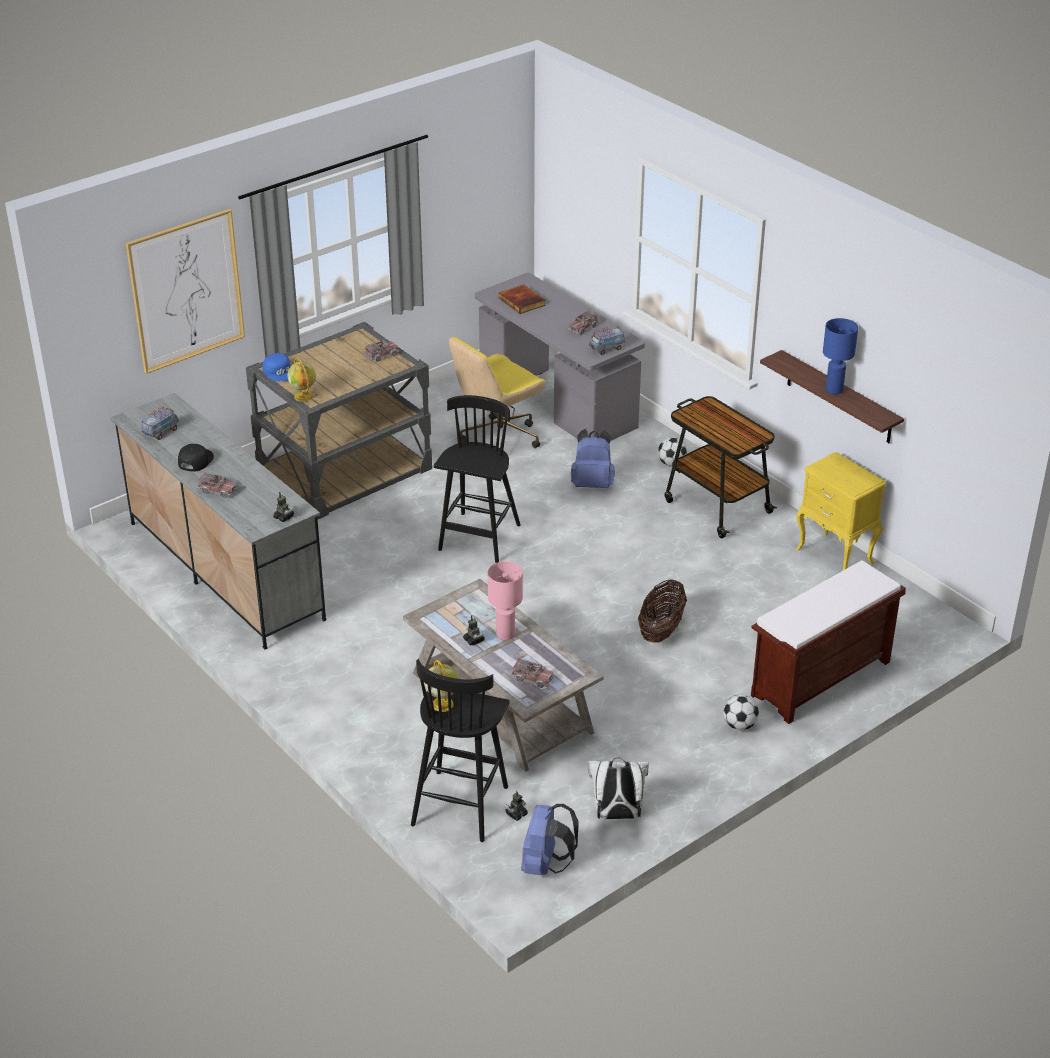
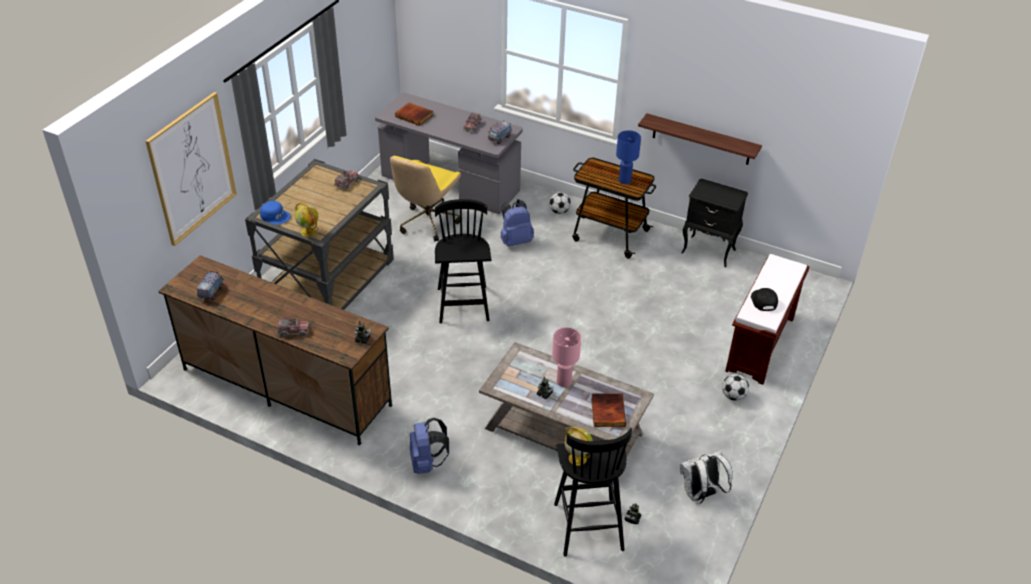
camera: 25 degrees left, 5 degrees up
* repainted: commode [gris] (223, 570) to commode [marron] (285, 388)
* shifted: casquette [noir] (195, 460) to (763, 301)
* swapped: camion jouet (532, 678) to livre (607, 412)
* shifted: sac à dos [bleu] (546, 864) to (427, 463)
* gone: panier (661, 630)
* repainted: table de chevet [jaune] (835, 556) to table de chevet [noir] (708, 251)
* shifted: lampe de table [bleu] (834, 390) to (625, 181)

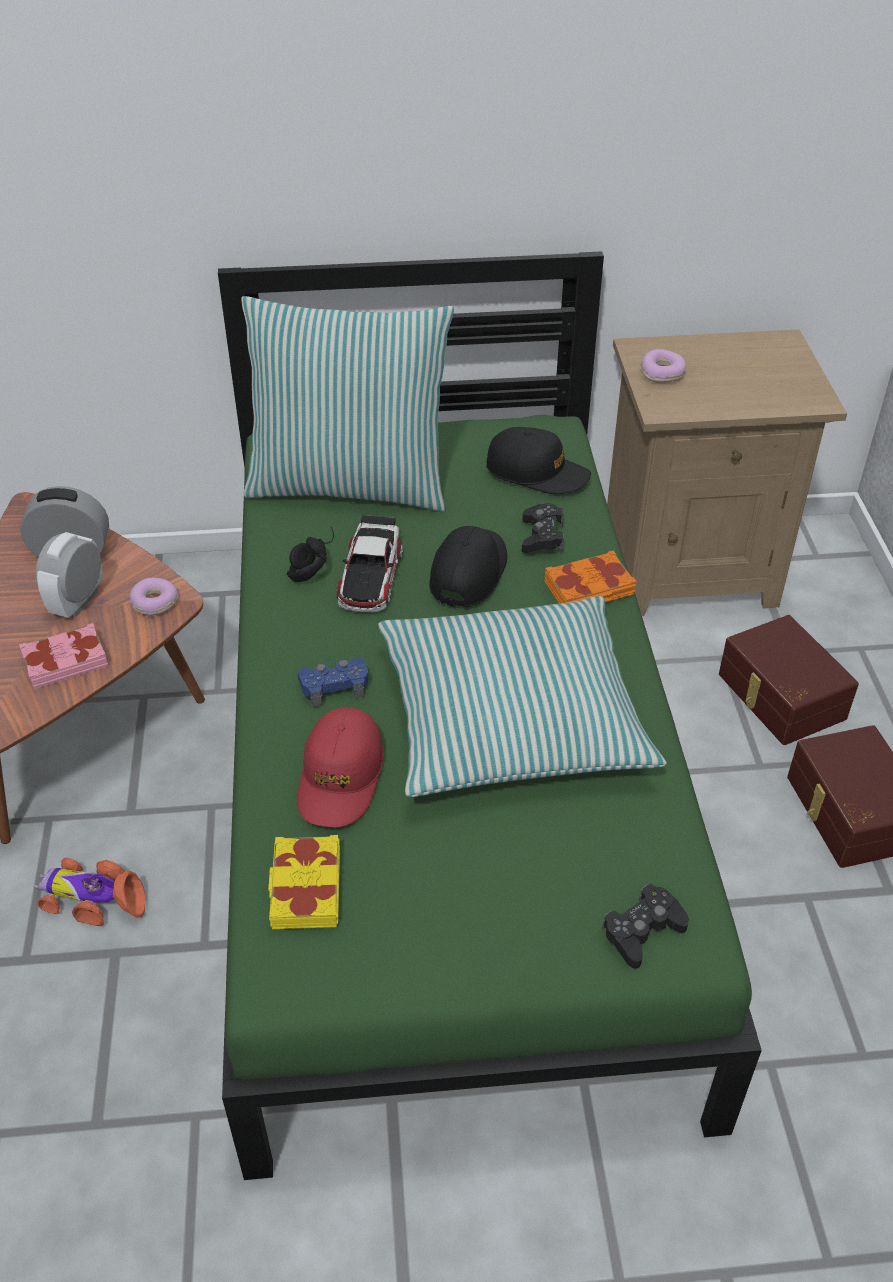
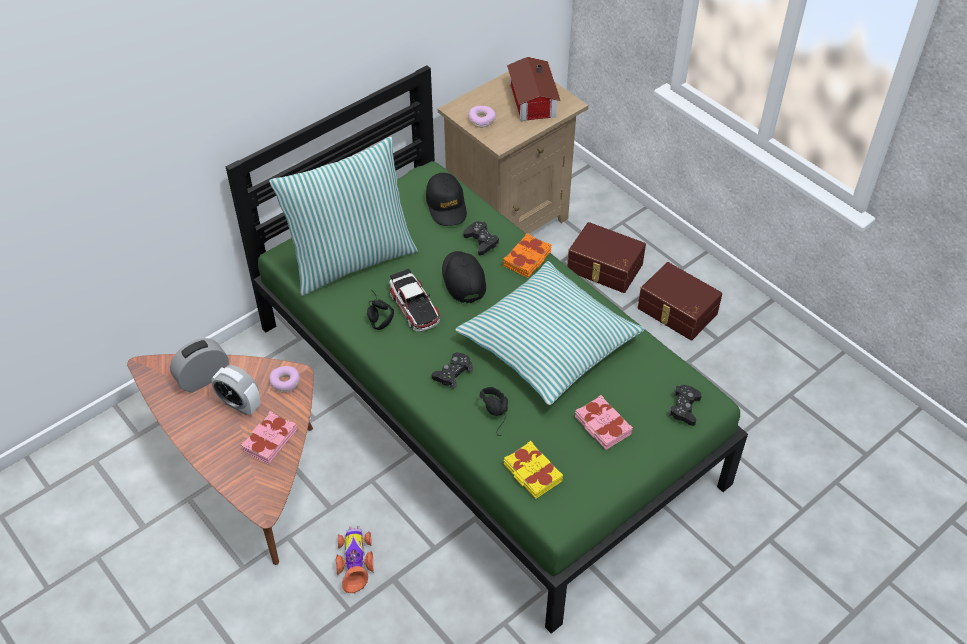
camera: 35 degrees left, 5 degrees up
* rotated: petite voiture (93, 898) = (355, 561) 105 degrees clockwise
* rotated: réveil (78, 602) = (240, 404) 45 degrees counterclockwise
* swapped: casquette [rouge] (341, 777) to casque audio [noir] (499, 415)
* repainted: manette [bleu] (334, 686) to manette [noir] (452, 373)
* rotated: casquette [noir] (537, 472) = (446, 205) 90 degrees clockwise
* new: maison miniature (531, 101)
* new: livre [rose] (602, 426)

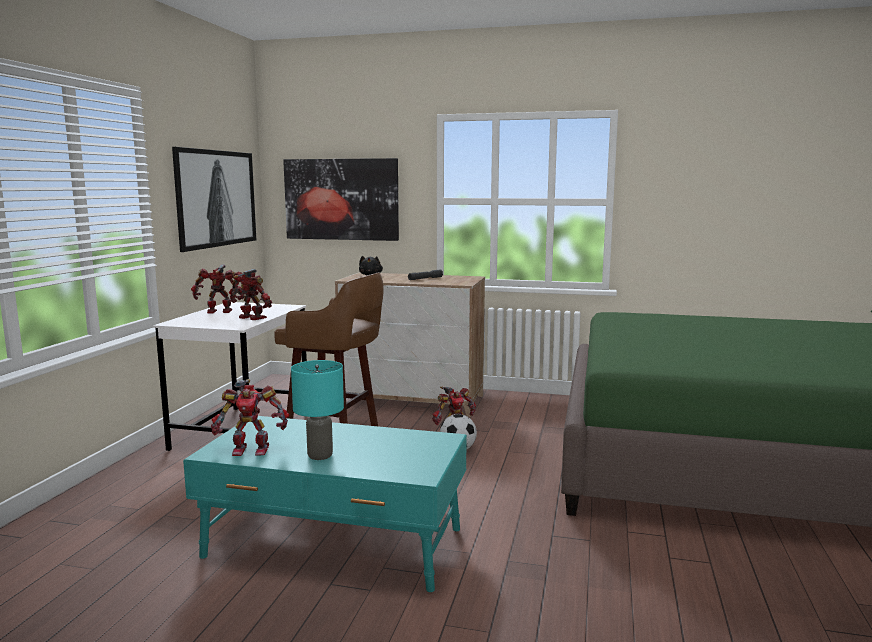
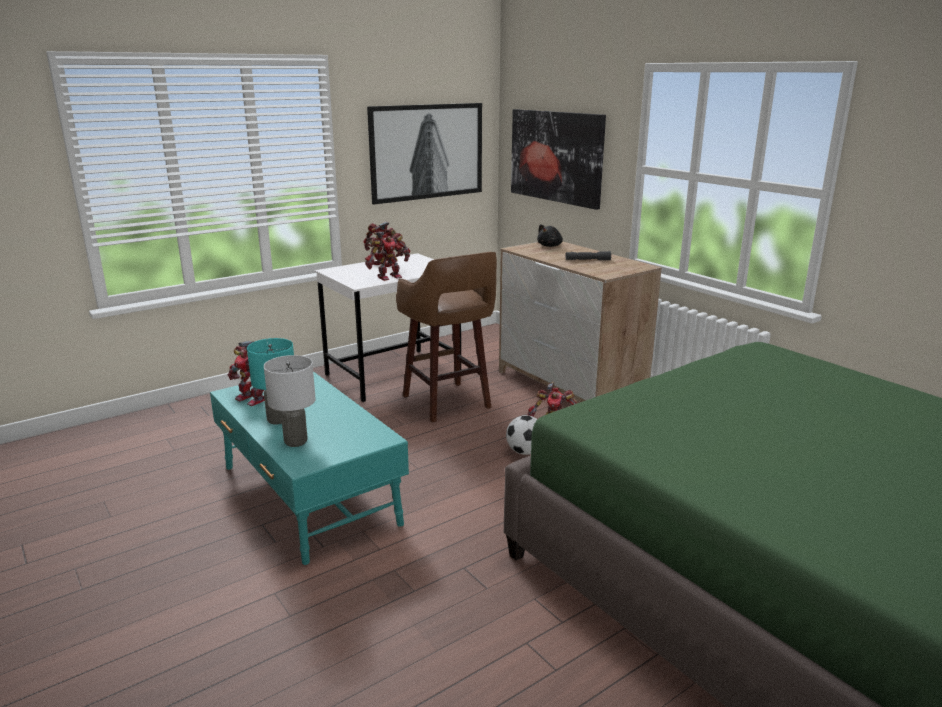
camera: 40 degrees right, 10 degrees up
* rotated: robot jouet (251, 318) = (388, 277) 75 degrees clockwise
* new: lampe de table [blanc] (296, 443)

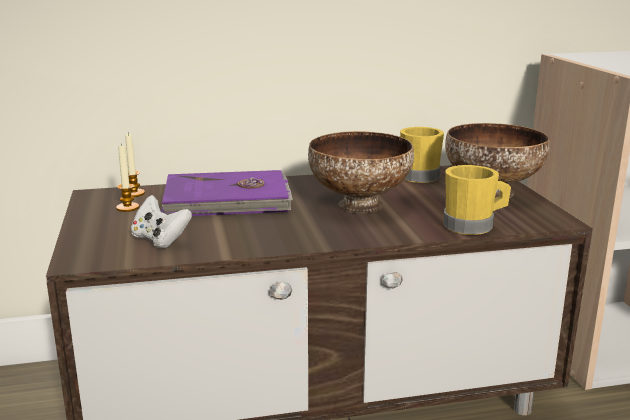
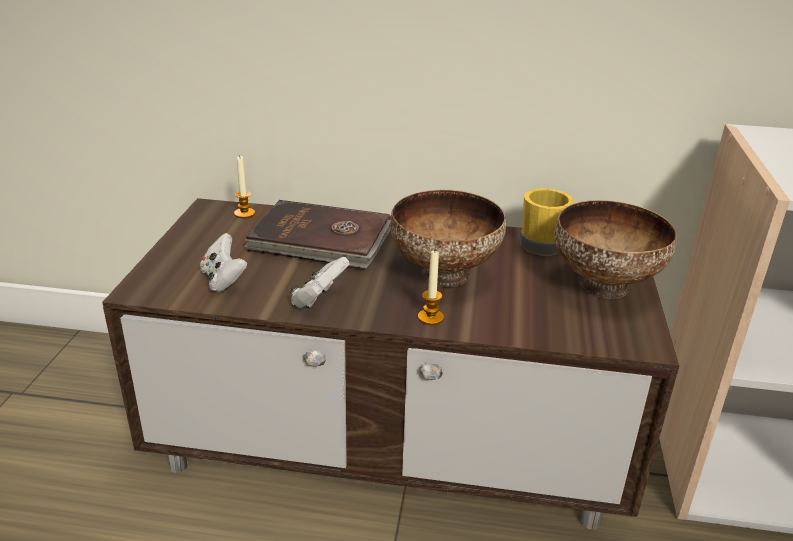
camera: 20 degrees right, 10 degrees up
* shifted: bougie (127, 208) to (430, 317)
* repainted: livre [violet] (227, 200) to livre [marron] (321, 240)
* gone: mug [jaune] (473, 226)
* new: manette [blanc] (319, 300)

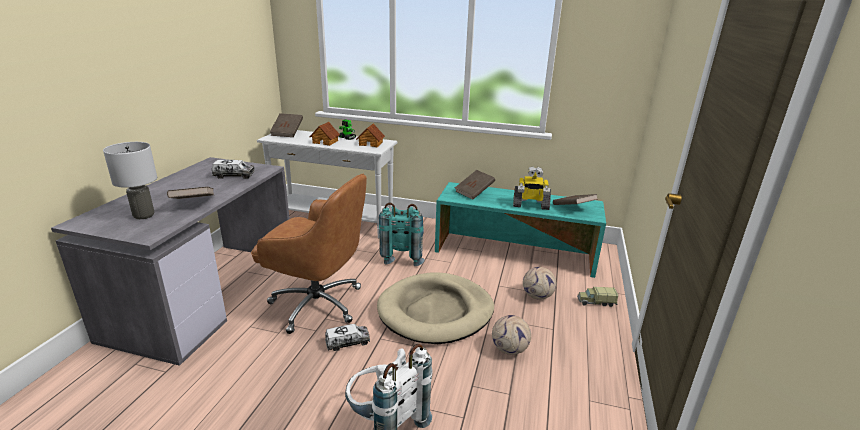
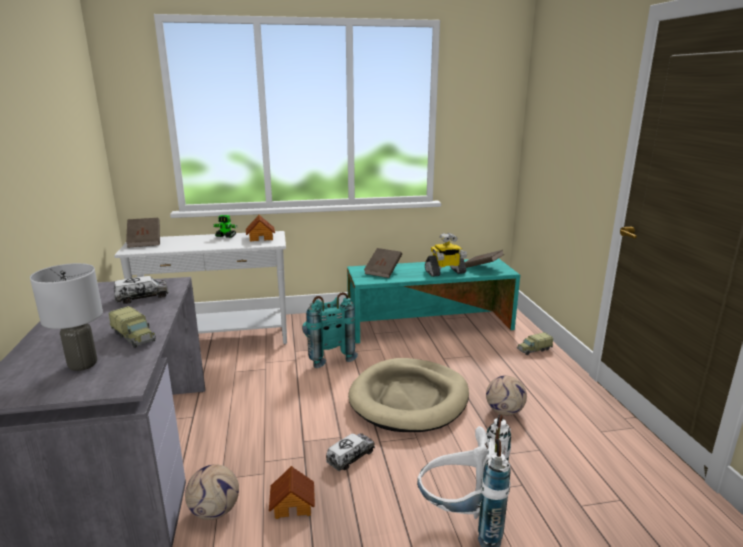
camera: 25 degrees left, 5 degrees down
* swapped: livre [marron] (194, 204) to camion jouet (134, 337)
* gone: chaise de bureau [marron] (316, 304)
* shifted: maison miniature (325, 142) to (293, 504)
* shifted: ballon de foot (538, 296) to (215, 511)

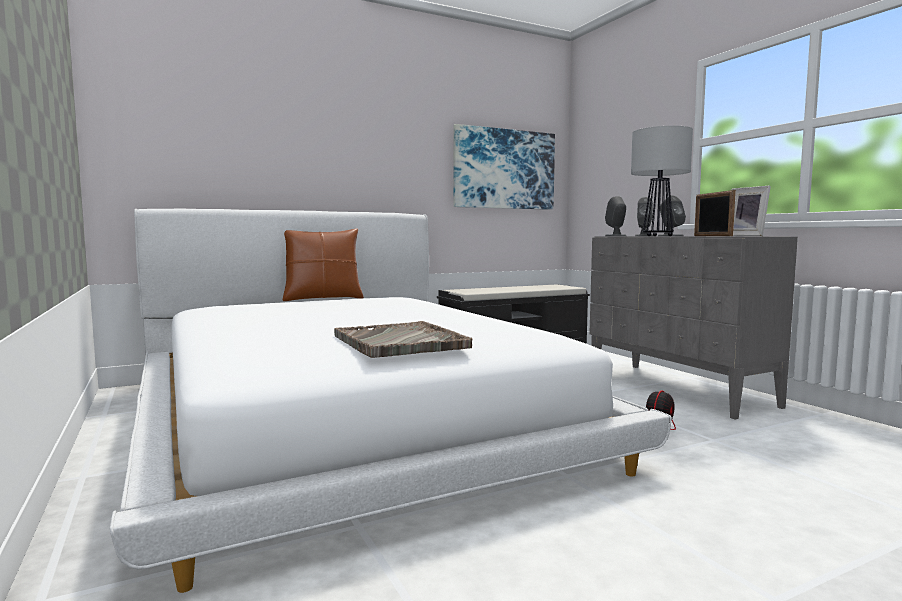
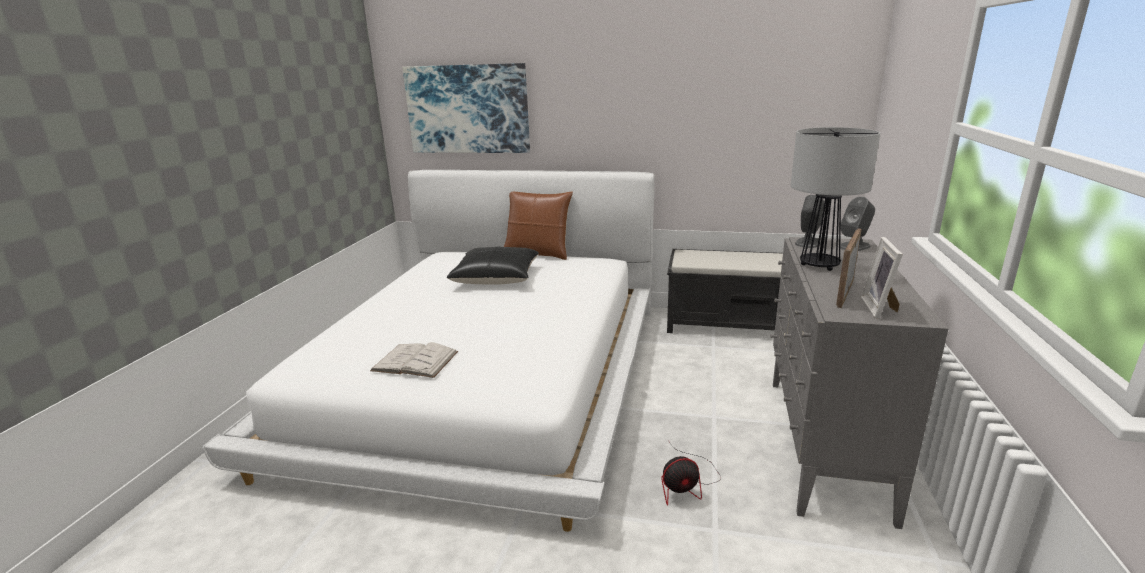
camera: 40 degrees right, 15 degrees up
* swapped: plateau [gris] (399, 342) to livre [blanc] (415, 361)
* shifted: tableau (504, 169) to (467, 109)
* gone: enceinte [gris] (670, 236)
* new: coussin [noir] (496, 277)

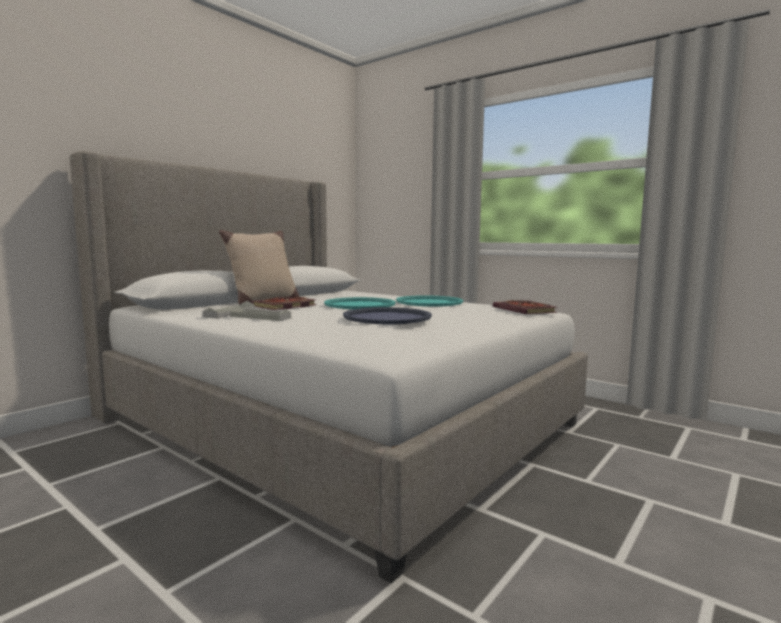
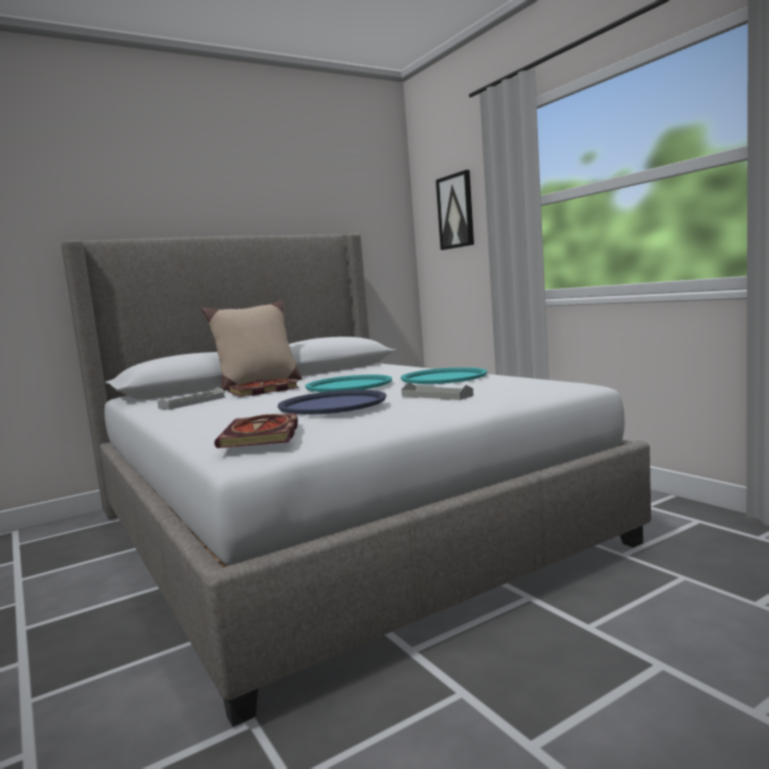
camera: 20 degrees right, 0 degrees up
* shifted: plateau [gris] (260, 317) to (436, 396)
* shifted: livre (526, 310) to (262, 435)
* new: tableau (456, 211)

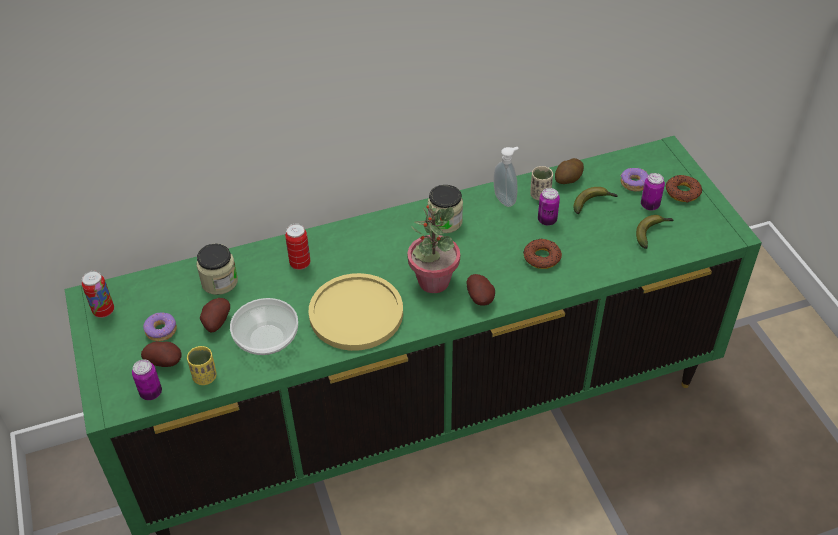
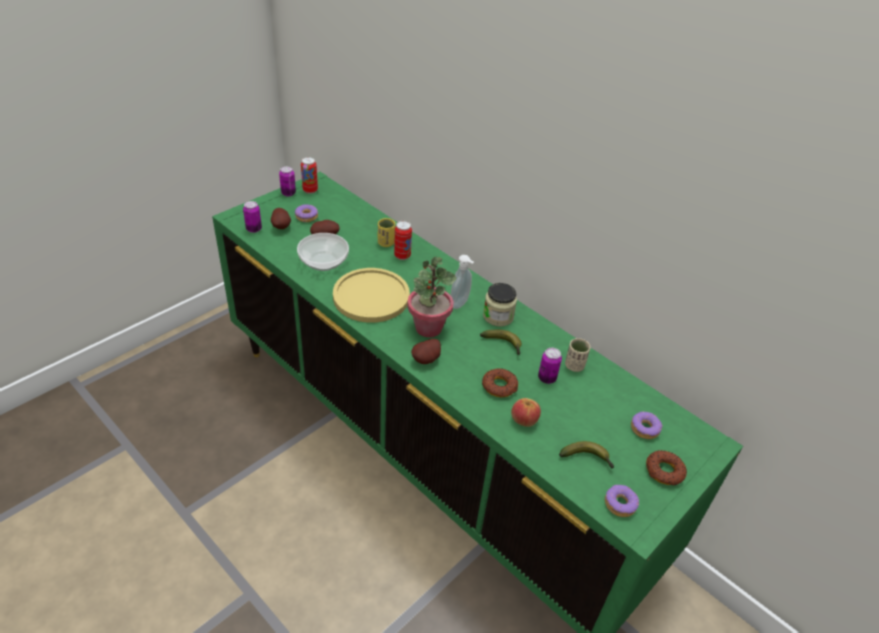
camera: 60 degrees right, 5 degrees down
* shifted: tasse [jaune] (205, 377) to (386, 243)
* gone: bocal (219, 282)
* shifted: distributeur de savon (505, 199) to (460, 304)
* gone: pomme de terre (568, 180)
* shifted: banane (593, 203) to (504, 345)
* shifted: boîte métallique (650, 205) to (288, 193)
* new: pomme (524, 420)
* new: beignet (620, 504)

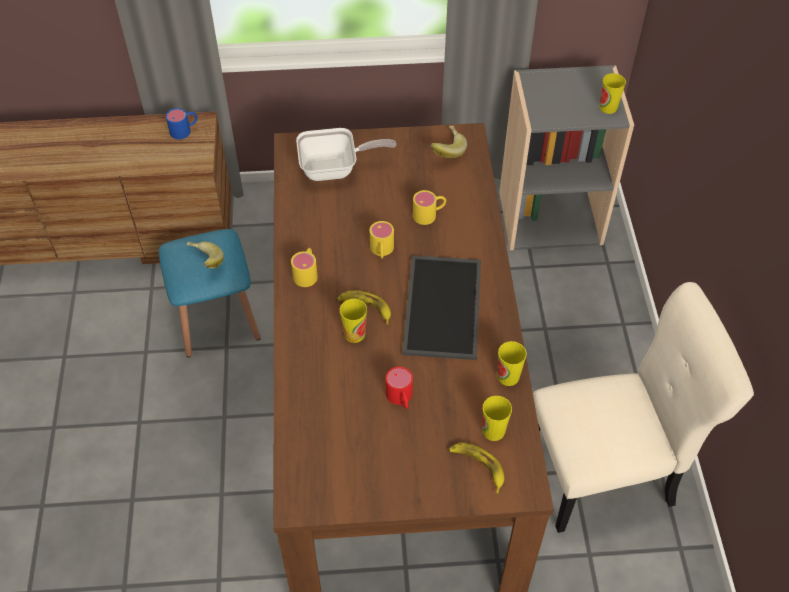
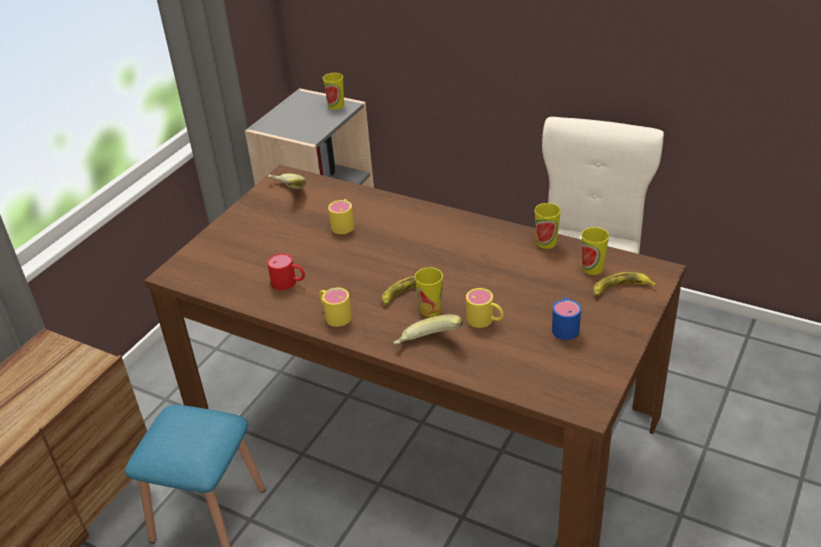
camera: 55 degrees left, 15 degrees down
* shifted: mug [bleu] (185, 130) to (565, 326)
* shifted: banane (204, 262) to (428, 345)
* gone: poêle (335, 169)
* shifted: mug [jaune] (381, 251) to (485, 321)
* shifted: mug [rouge] (401, 398) to (289, 283)
* gone: plateau (440, 305)

